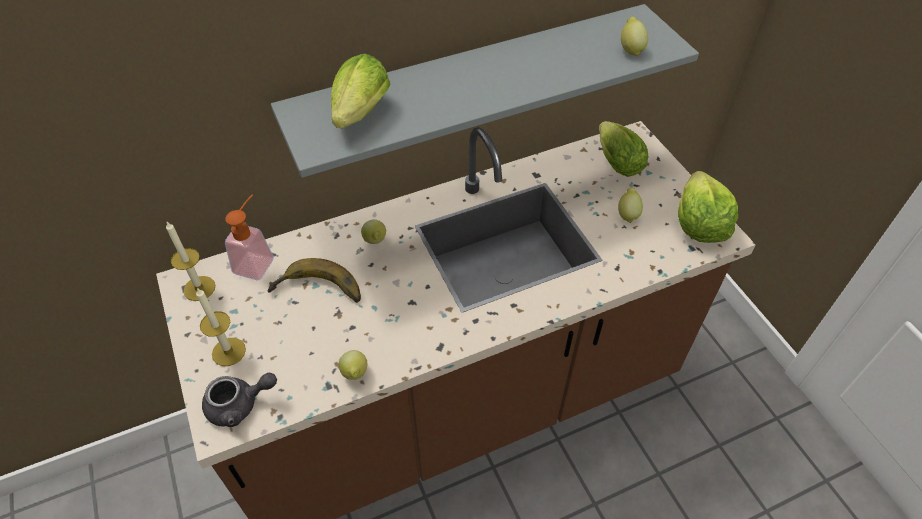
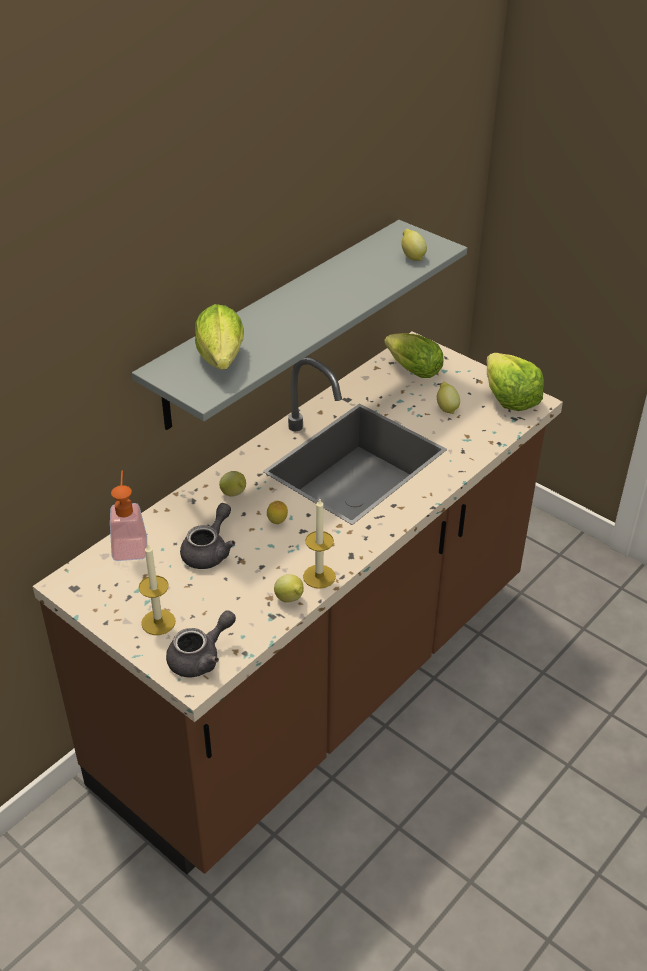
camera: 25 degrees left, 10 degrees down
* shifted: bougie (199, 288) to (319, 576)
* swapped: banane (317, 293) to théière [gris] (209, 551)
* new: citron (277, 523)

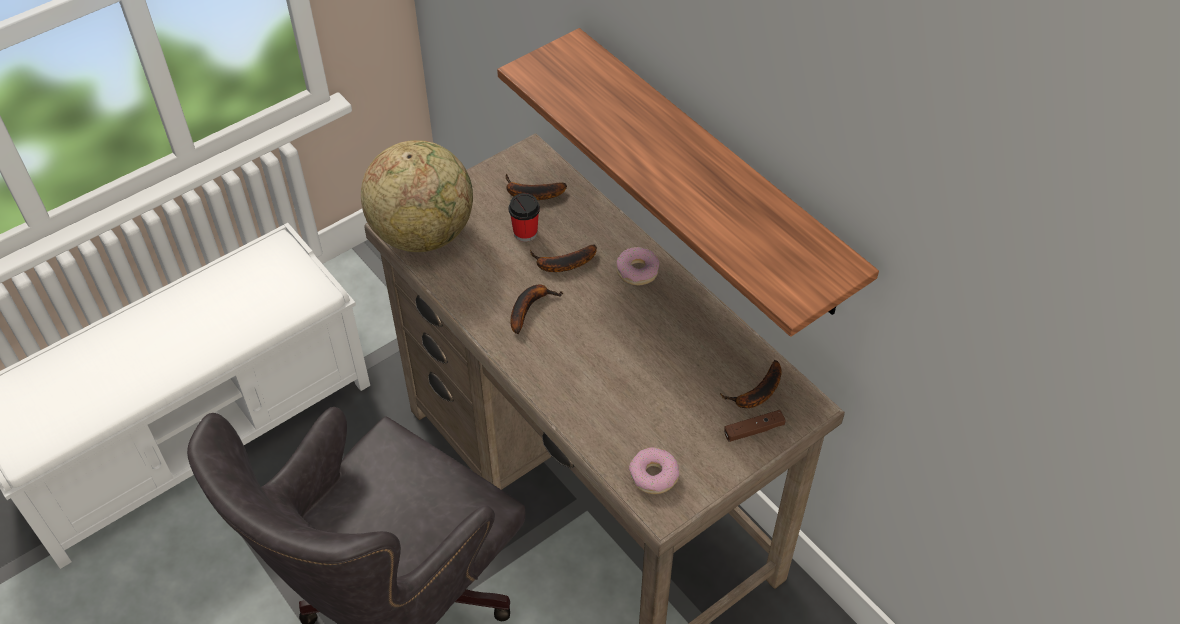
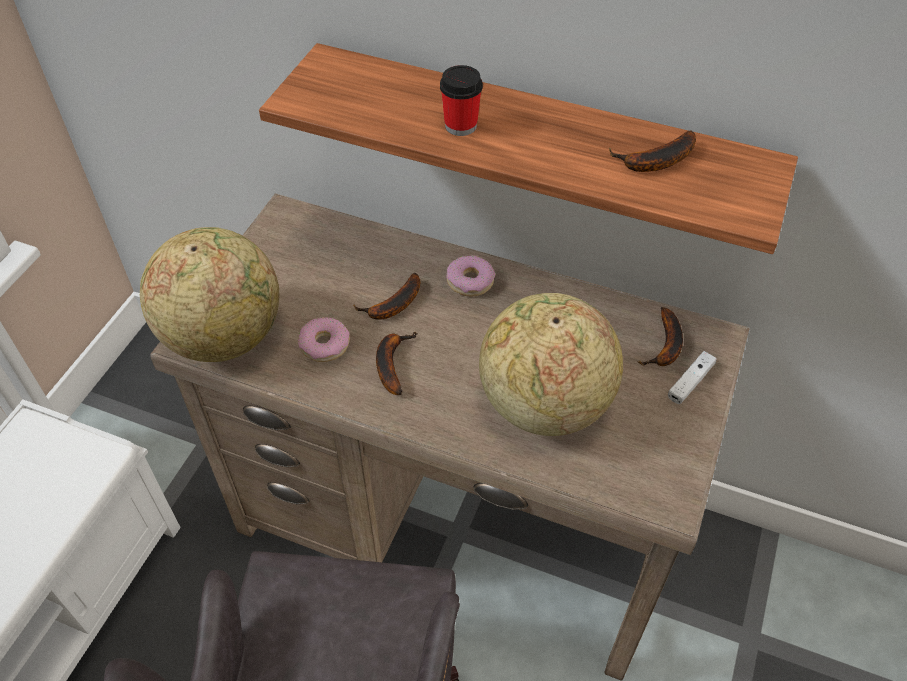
camera: 30 degrees left, 0 degrees up
* shifted: banane (530, 194) to (655, 162)
* shifted: tasse (525, 233) to (460, 126)
* shifted: beignet (654, 475) to (325, 345)
* repainted: manette [marron] (753, 430) to manette [blanc] (690, 382)
* new: globe (543, 404)

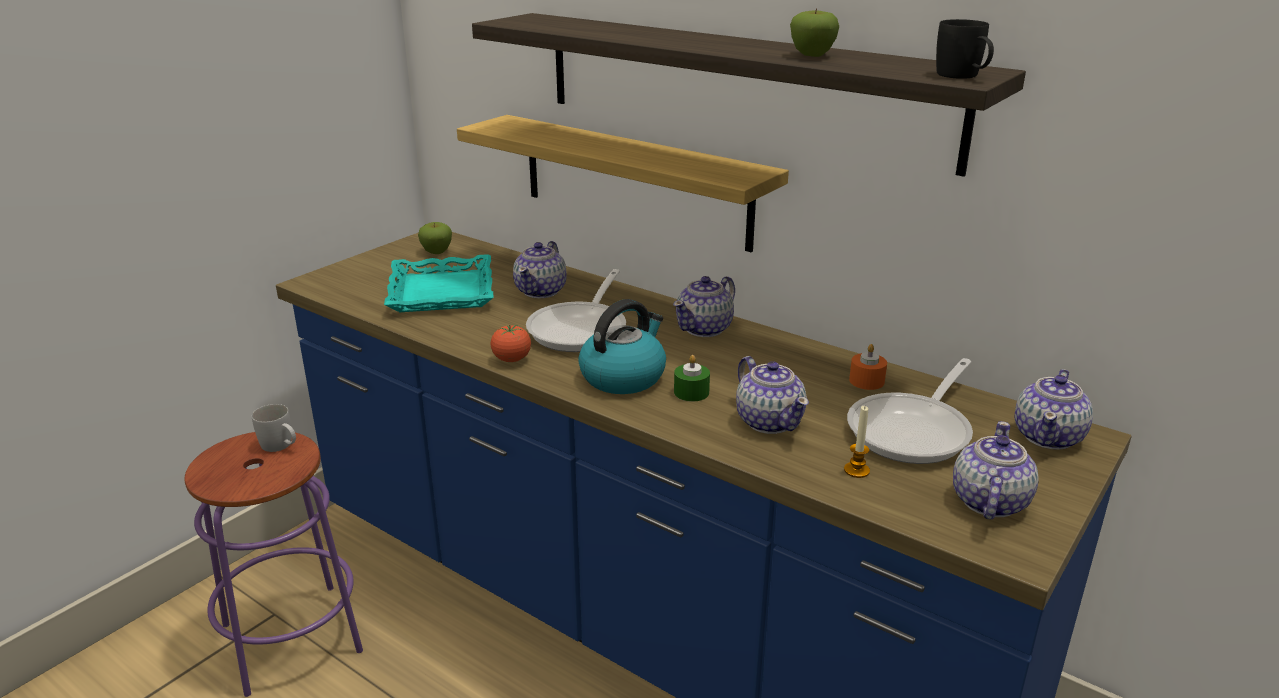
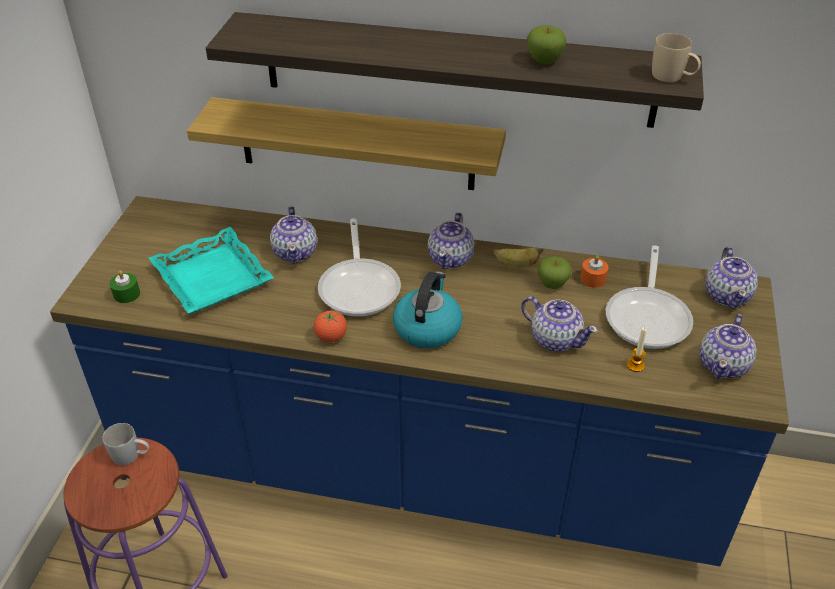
camera: 25 degrees left, 15 degrees up
* shifted: pomme (436, 252) to (552, 284)
* shifted: bougie [vert] (691, 392) to (126, 294)
* repainted: mug [noir] (963, 76) to mug [beige] (673, 77)
* rotated: théière (988, 502) = (724, 365) 150 degrees counterclockwise
* new: banane (516, 265)

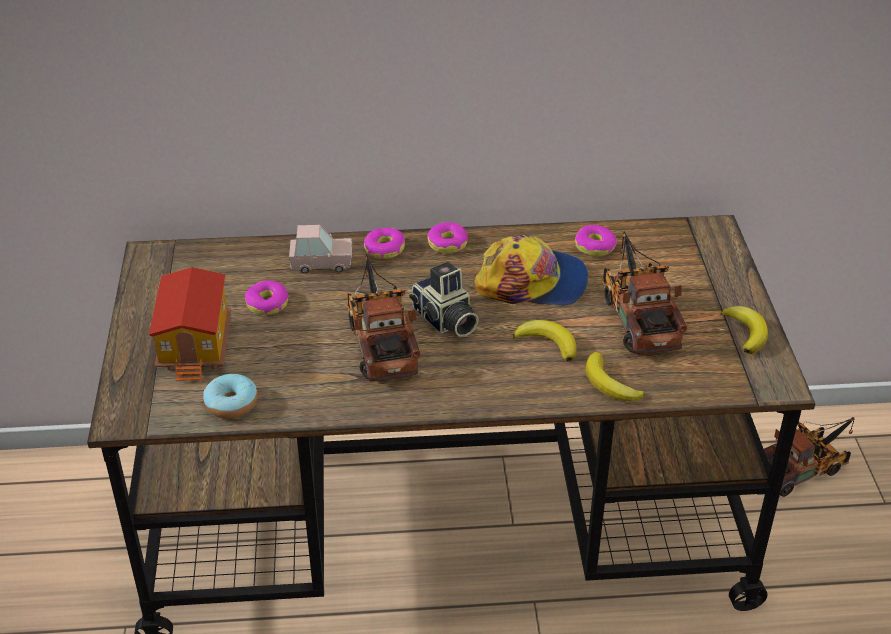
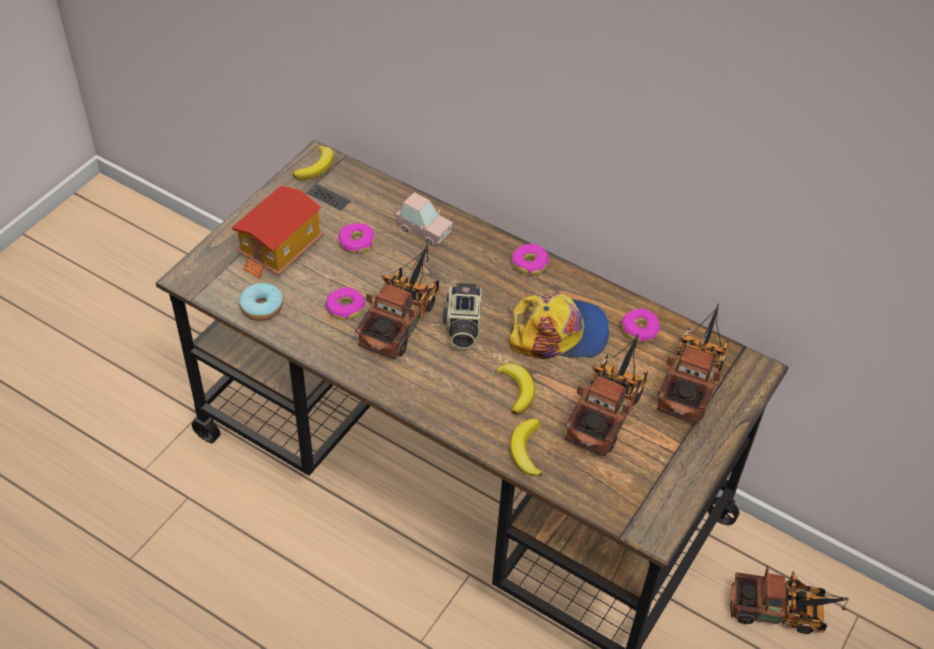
camera: 35 degrees right, 10 degrees up
* shifted: beignet (384, 249) to (345, 308)
* rotated: casquette (532, 282) = (558, 333) 45 degrees counterclockwise
* shifted: banane (746, 332) to (316, 167)
* new: camion jouet (693, 378)

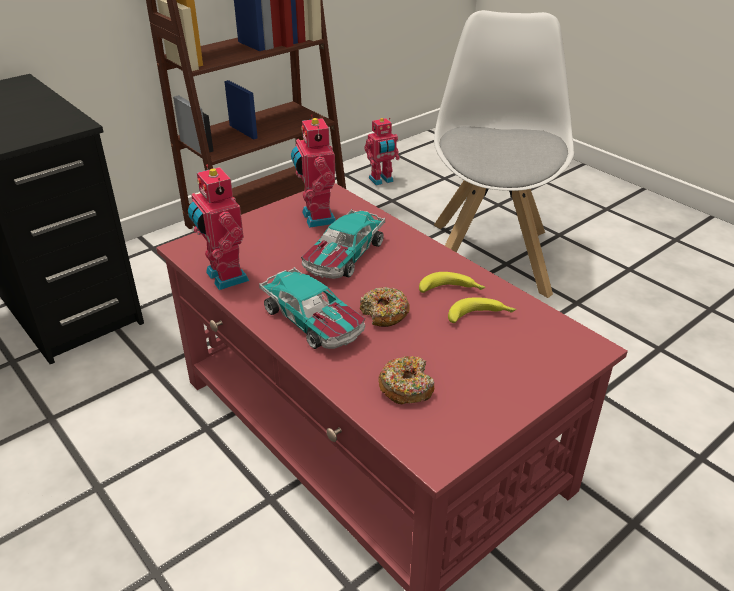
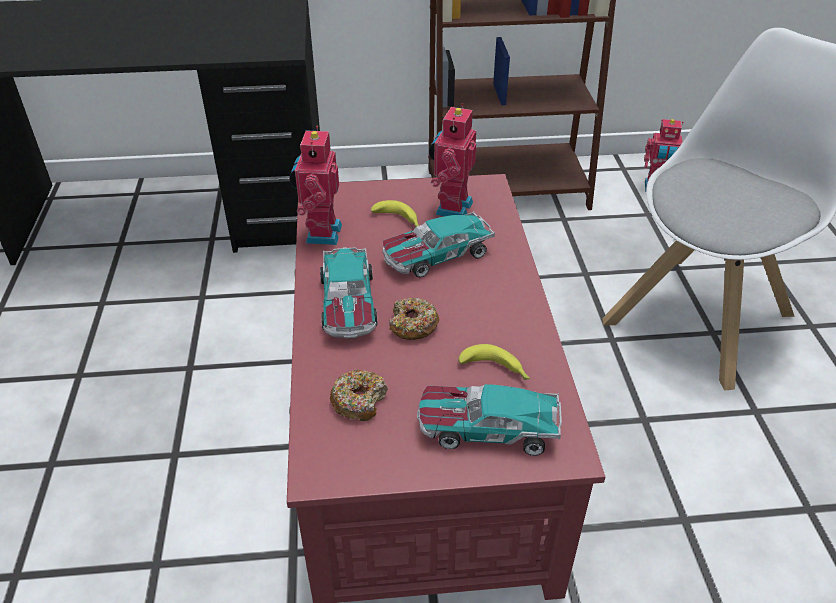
camera: 35 degrees right, 5 degrees up
* shifted: banane (452, 290) to (399, 220)
* new: petite voiture (486, 427)

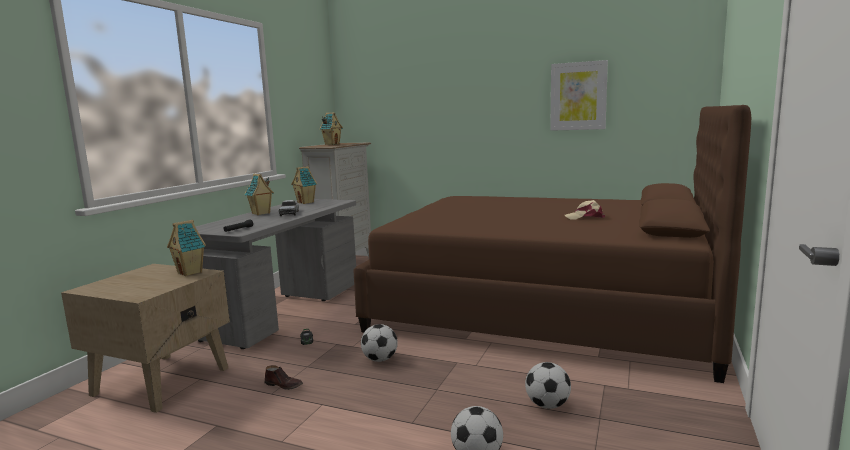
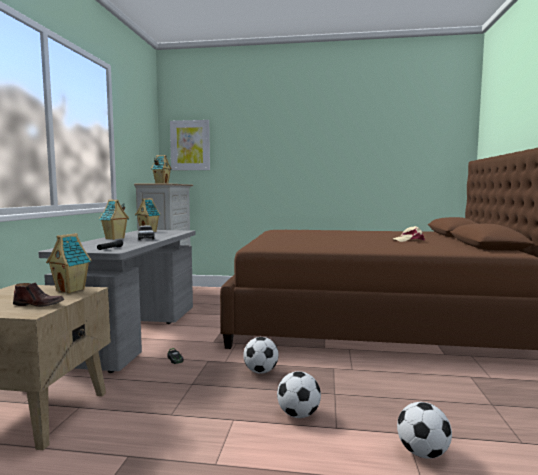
camera: 15 degrees left, 5 degrees down
* shifted: chaussure [marron] (284, 385) to (39, 305)
* shifted: ballon de foot (547, 405) to (298, 414)
* shifted: tableau (578, 96) to (190, 145)

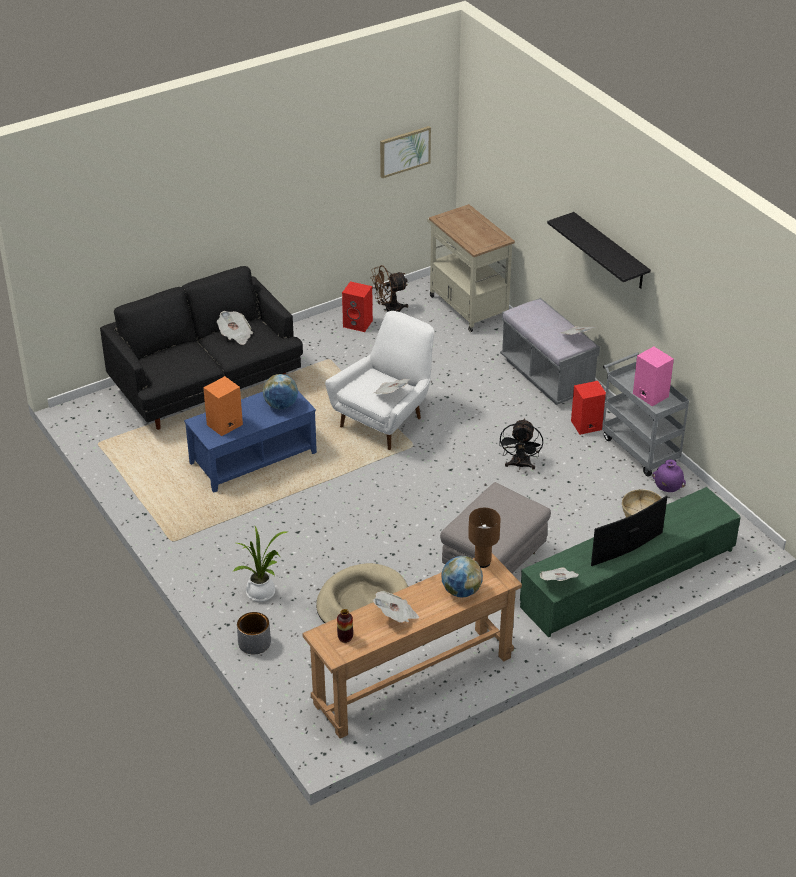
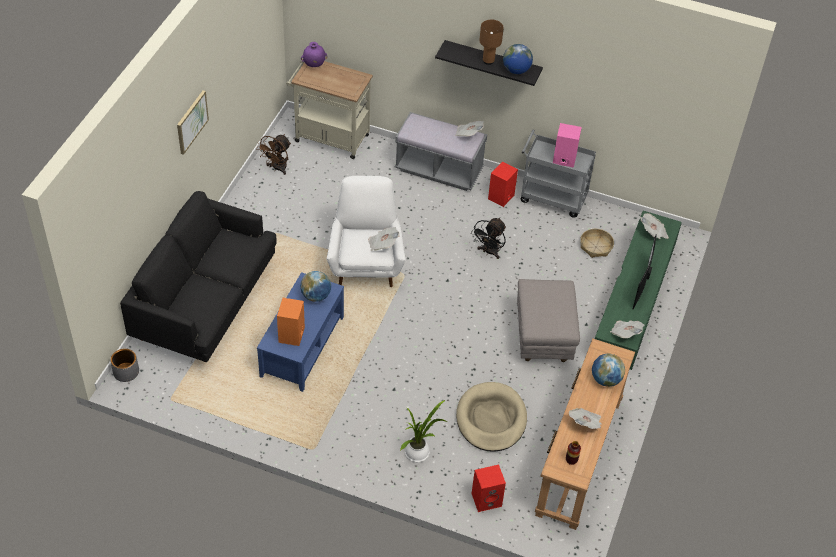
camera: 40 degrees left, 10 degrees up
* shifted: journal (235, 335) to (653, 232)
* shifted: cache-pot [gris] (254, 643) to (126, 372)
* shifted: enceinte [rouge] (358, 323) to (487, 499)
* shifted: tableau (404, 151) to (191, 121)
* shifted: lampe de table [marron] (482, 562) to (488, 61)
* rotated: ventilateur [noir] (520, 465) = (489, 252) 60 degrees clockwise
* shifted: vase [violet] (667, 489) to (314, 65)
* new: globe (516, 70)

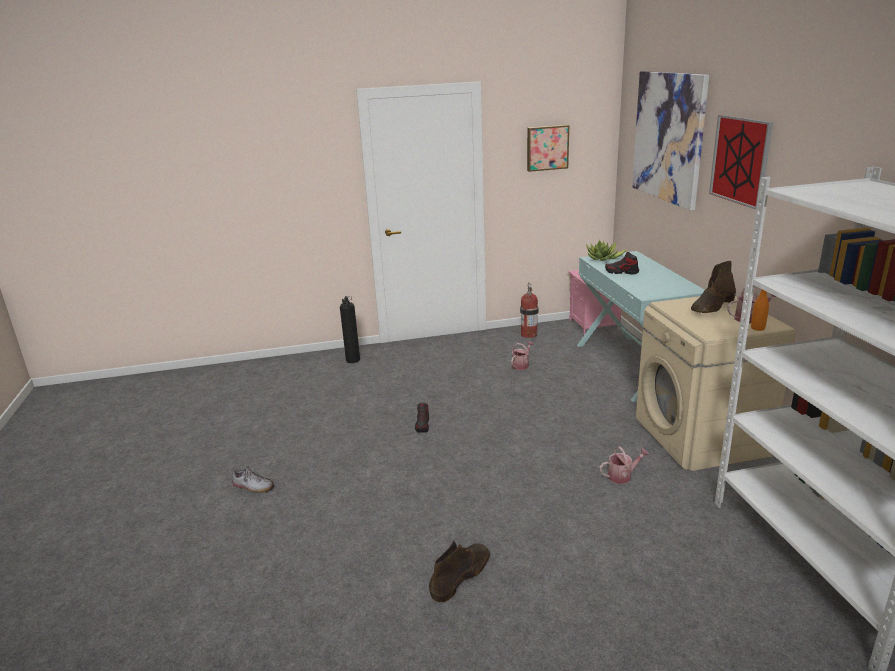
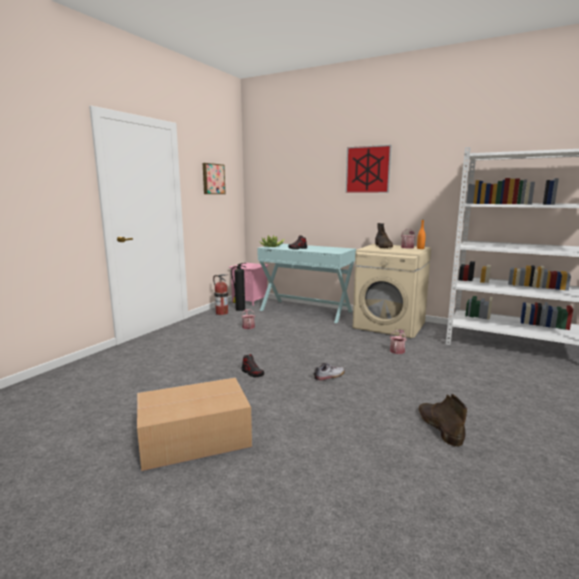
camera: 50 degrees left, 10 degrees down
* shifted: chaussure (253, 486) to (329, 376)
* shifted: extincteur (353, 359) to (239, 309)
* gone: tableau (668, 137)
* new: carton (196, 438)

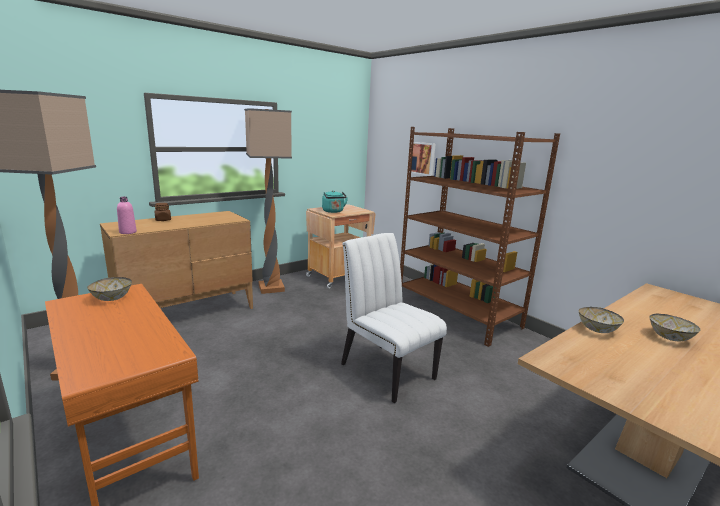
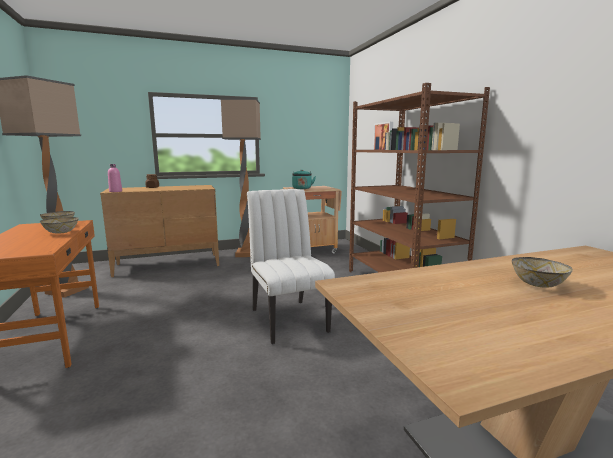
camera: 20 degrees right, 5 degrees down
* shifted: bol (597, 329) to (62, 232)

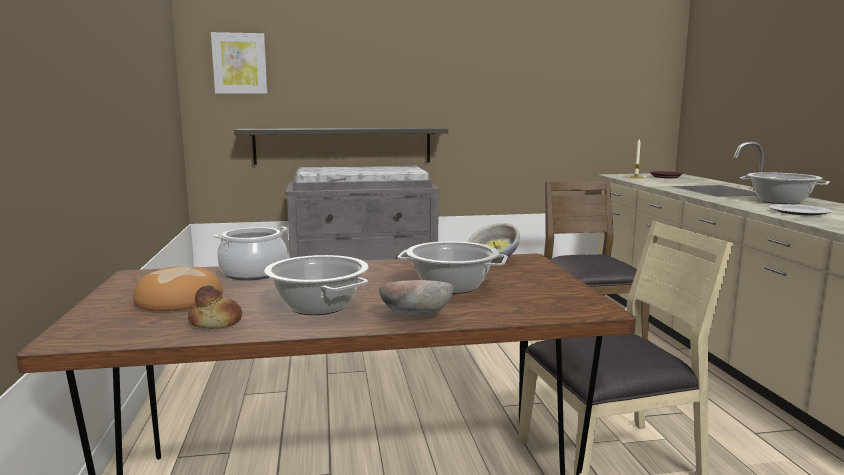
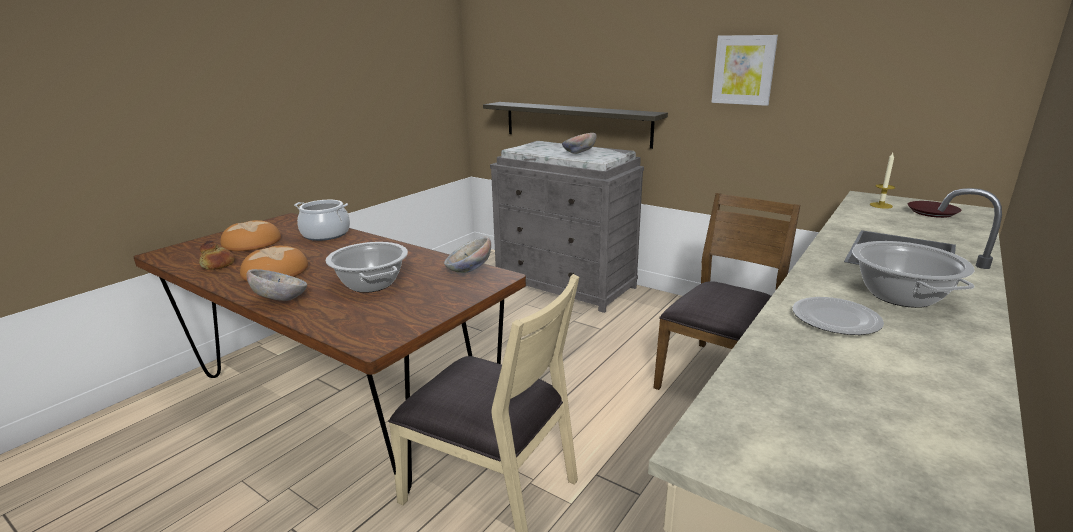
camera: 45 degrees right, 10 degrees up
* shifted: tableau (239, 63) to (743, 70)
* swapped: marmite (317, 306) to pain (275, 271)
* new: bol (578, 154)

